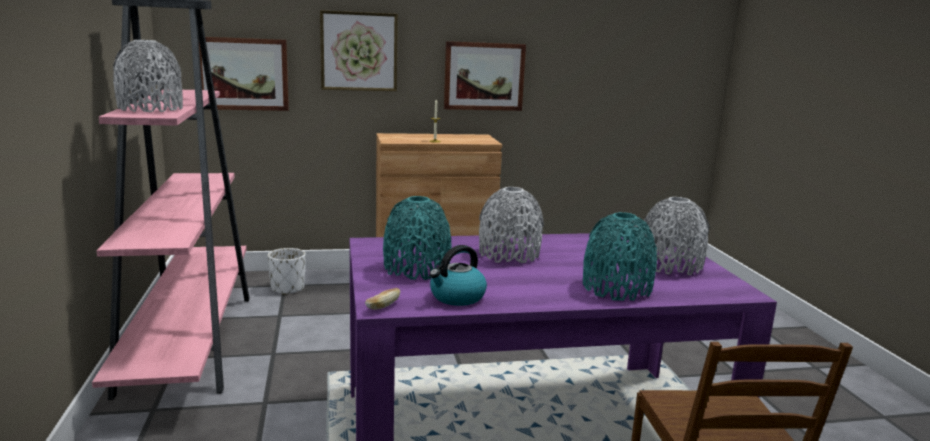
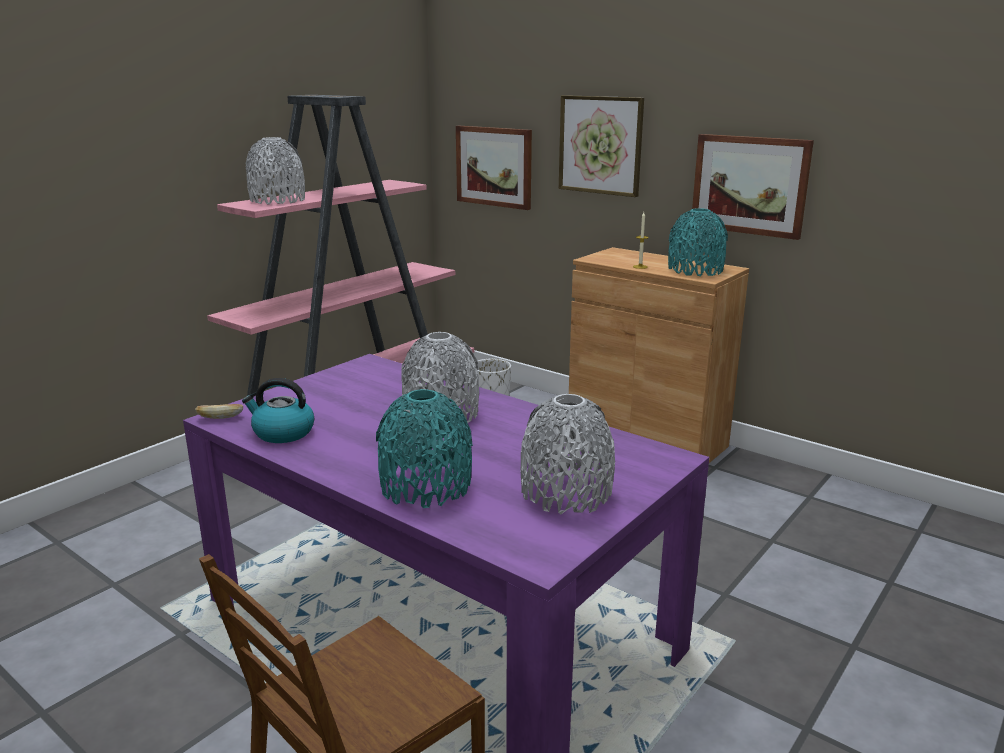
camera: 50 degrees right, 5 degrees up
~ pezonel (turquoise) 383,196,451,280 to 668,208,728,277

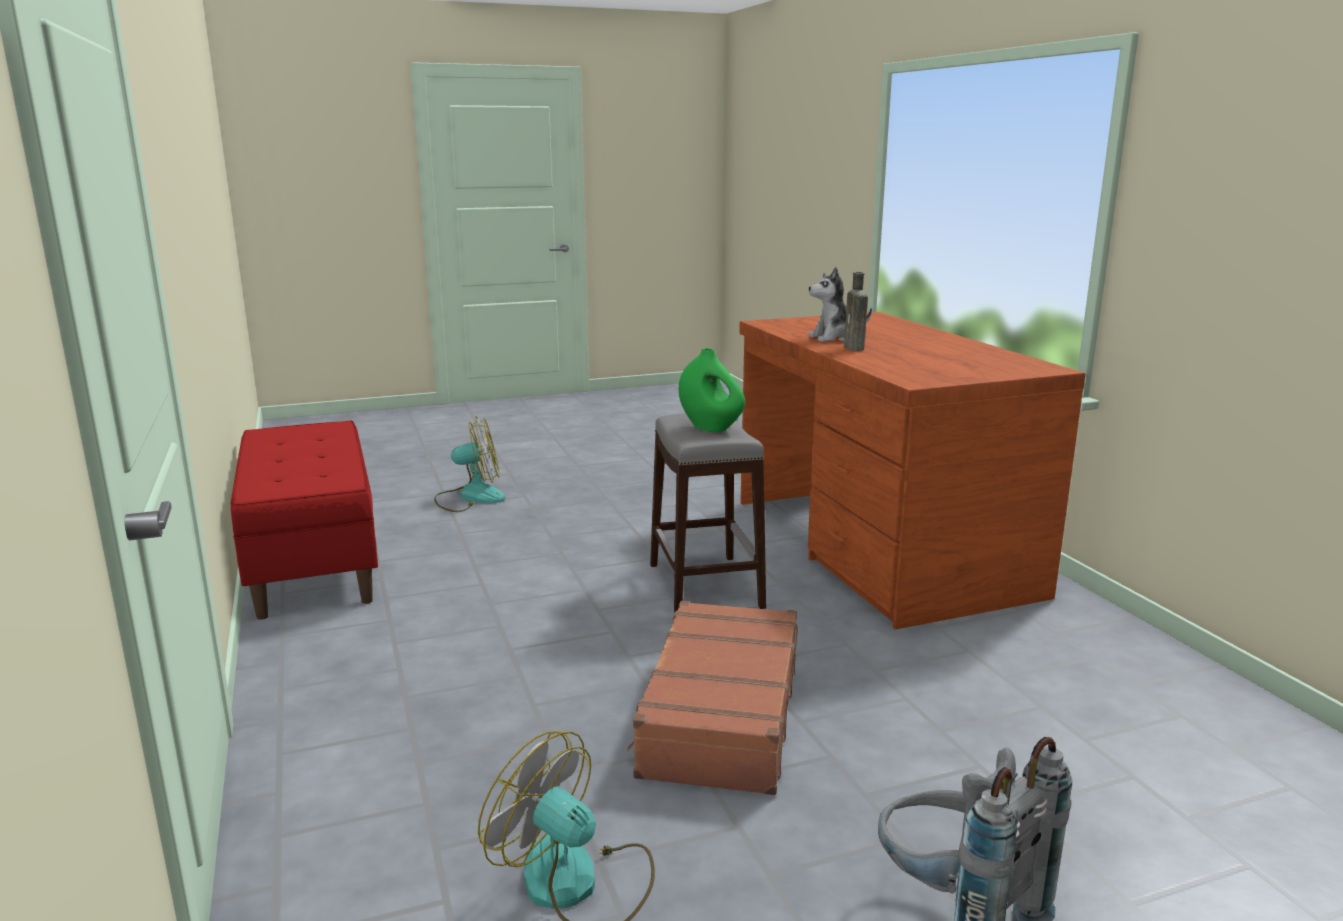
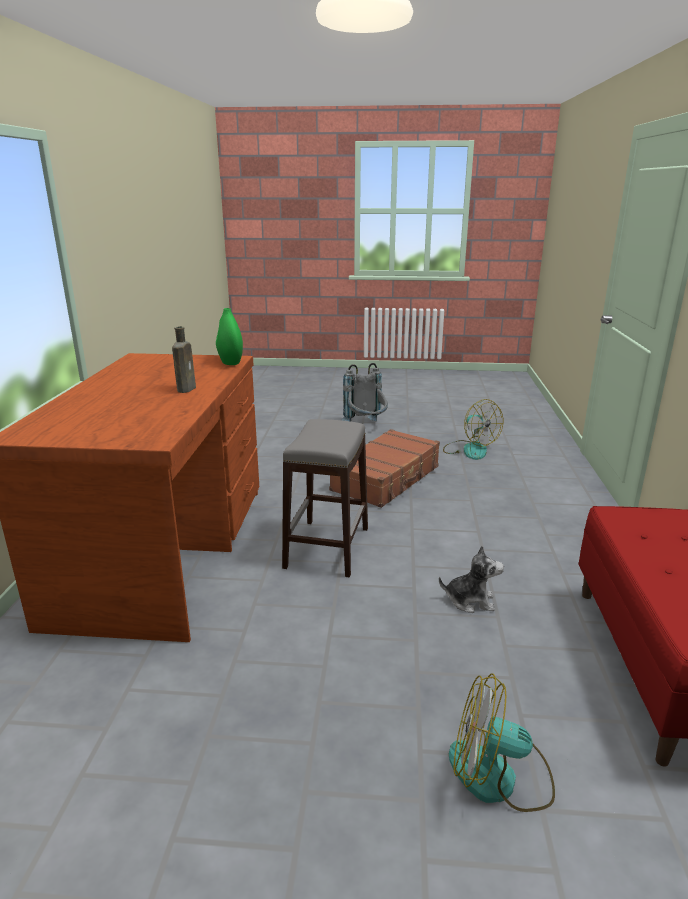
camera: 155 degrees left, 5 degrees up
~ pezonel (green) 679,348,745,432 to 216,308,243,365
~ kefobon 808,267,872,342 to 439,545,504,613

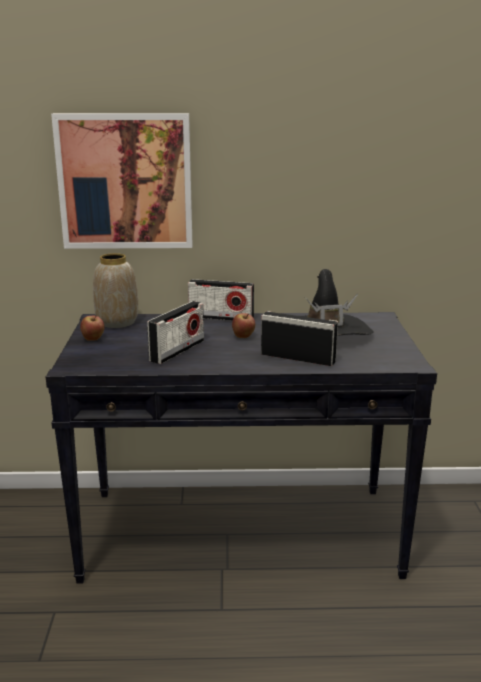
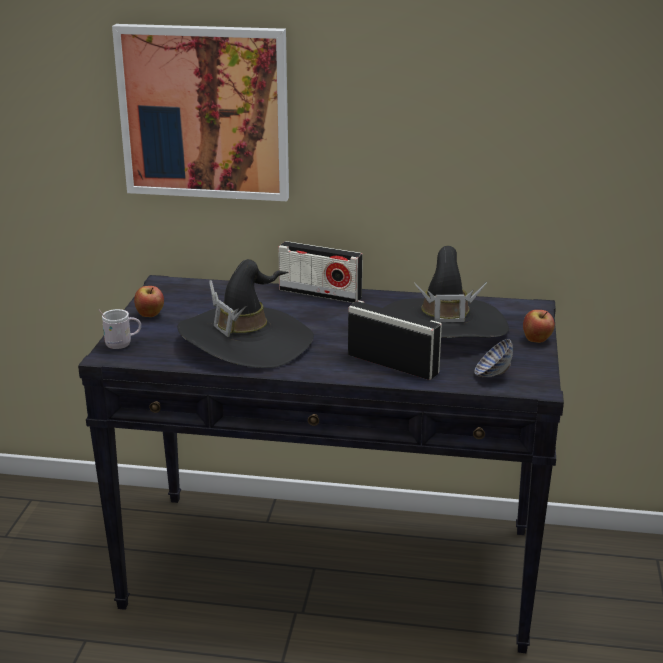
camera: 10 degrees right, 5 degrees up
- pezonel 93,253,138,328
~ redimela 147,301,204,364 to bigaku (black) 177,259,314,368
~ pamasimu 232,313,255,338 to 523,310,555,343
+ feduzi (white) 98,309,141,349
+ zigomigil 474,339,513,377

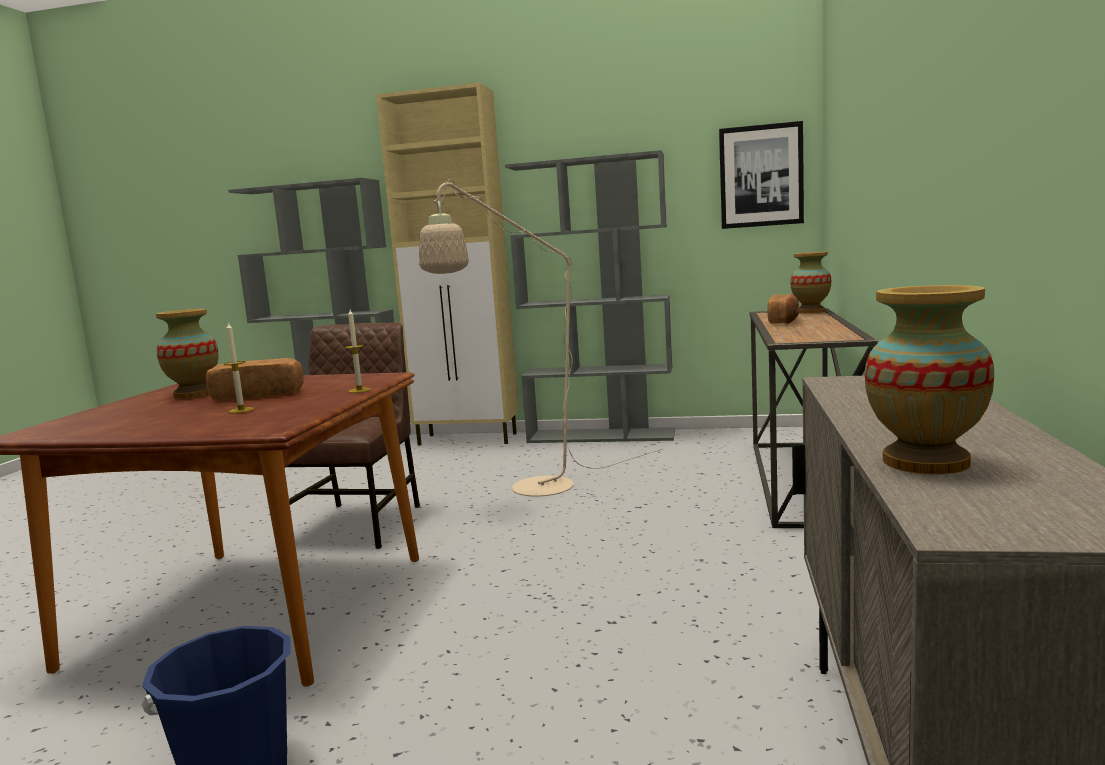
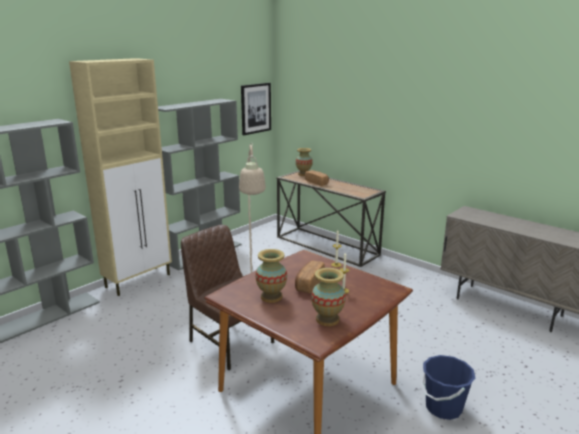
camera: 60 degrees left, 10 degrees up
~ pezonel 865,285,994,474 to 311,268,346,326

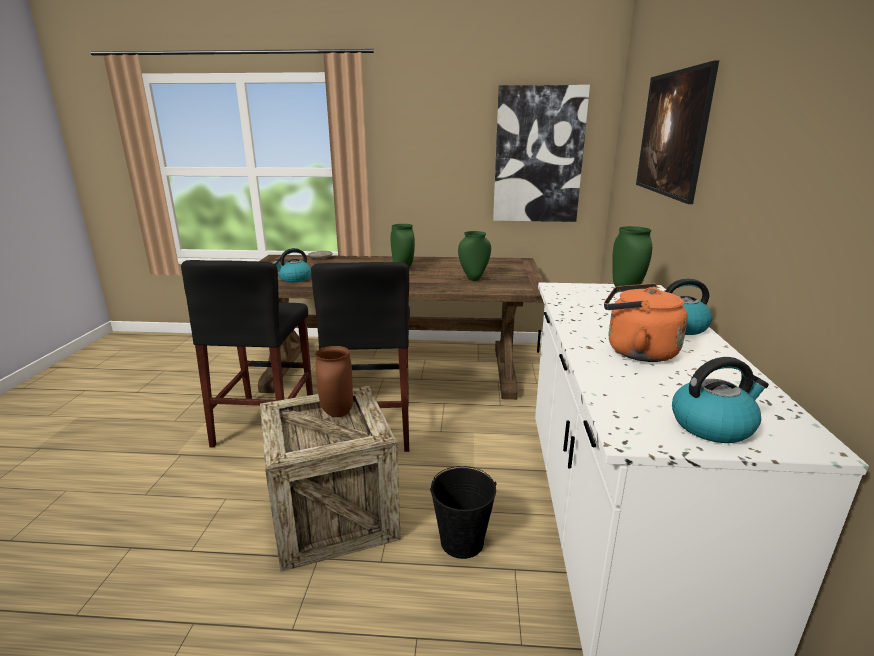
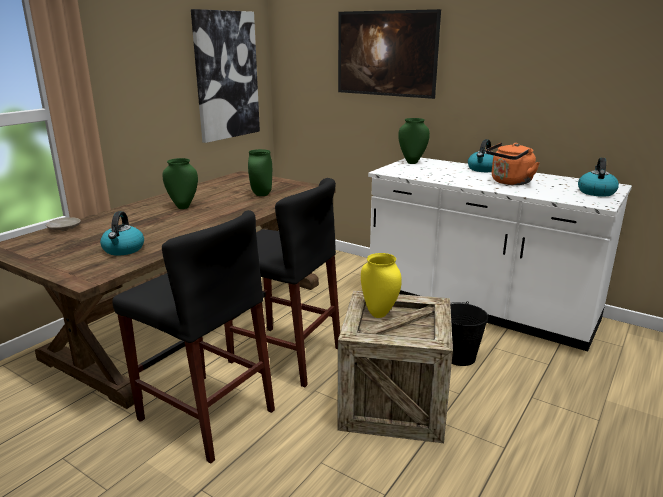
camera: 60 degrees left, 0 degrees up
~ pezonel (brown) 315,346,353,417 to pezonel (yellow) 361,253,402,318

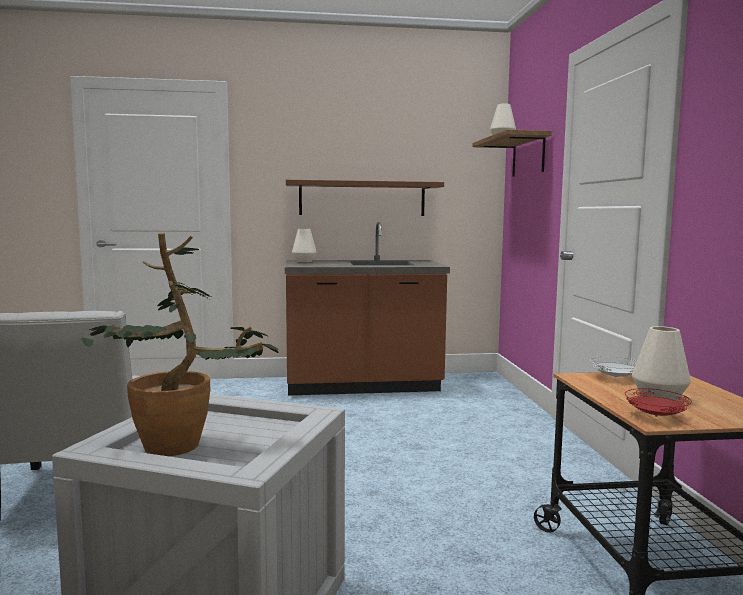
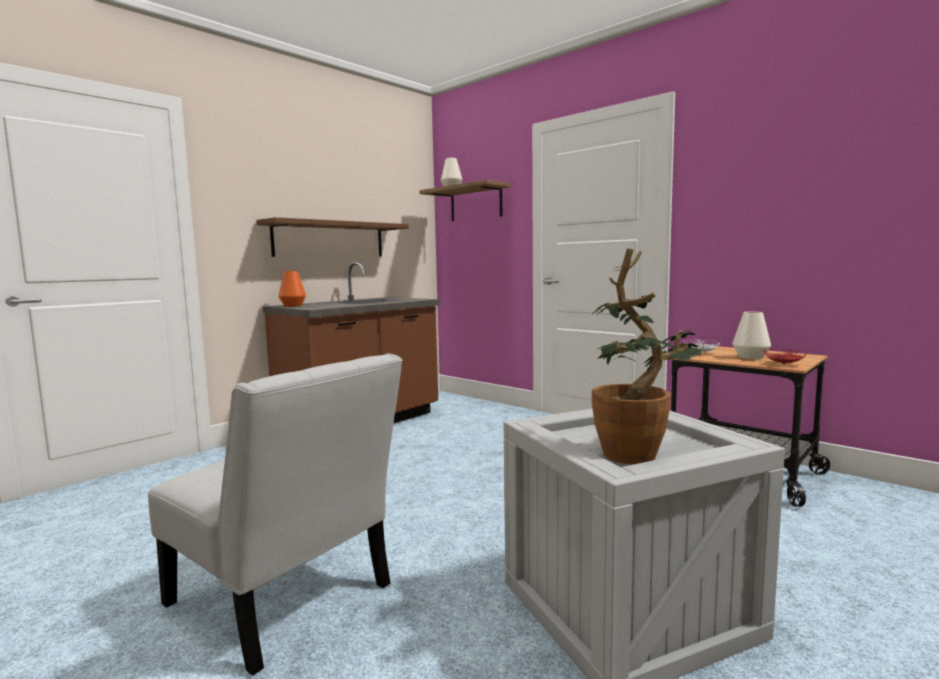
camera: 40 degrees left, 0 degrees up
~ pezonel (white) 292,229,317,262 to pezonel (orange) 278,271,306,306

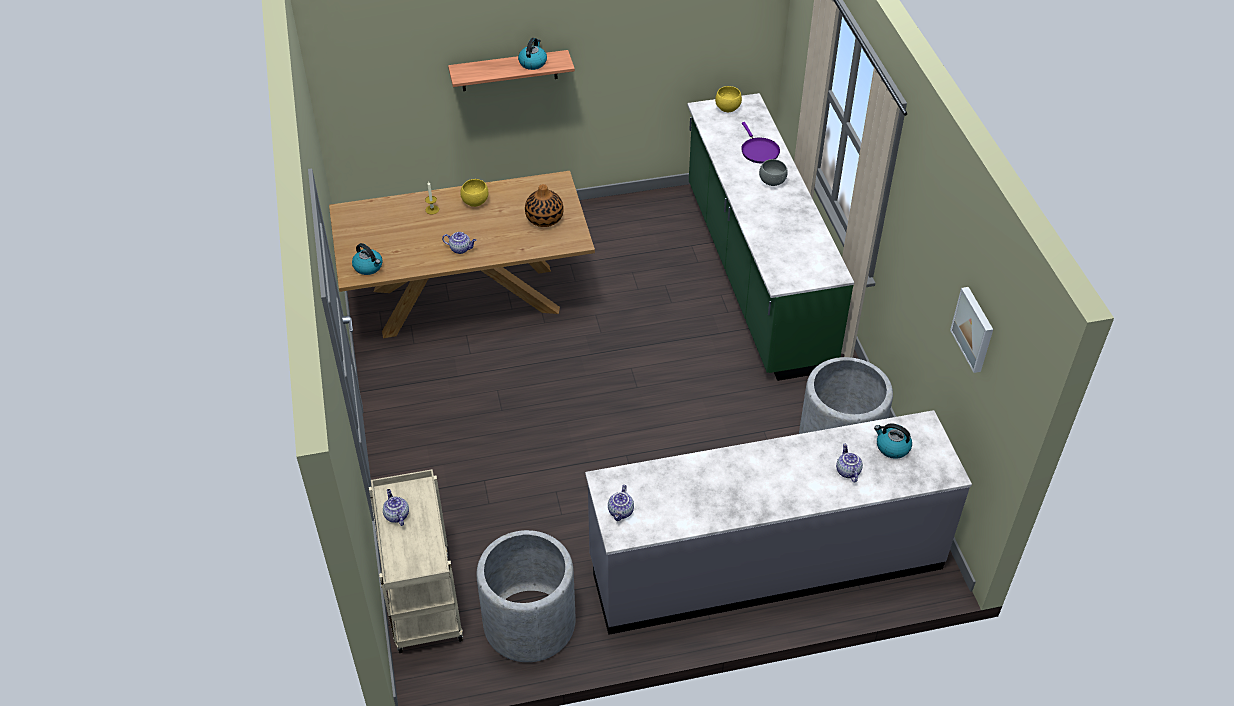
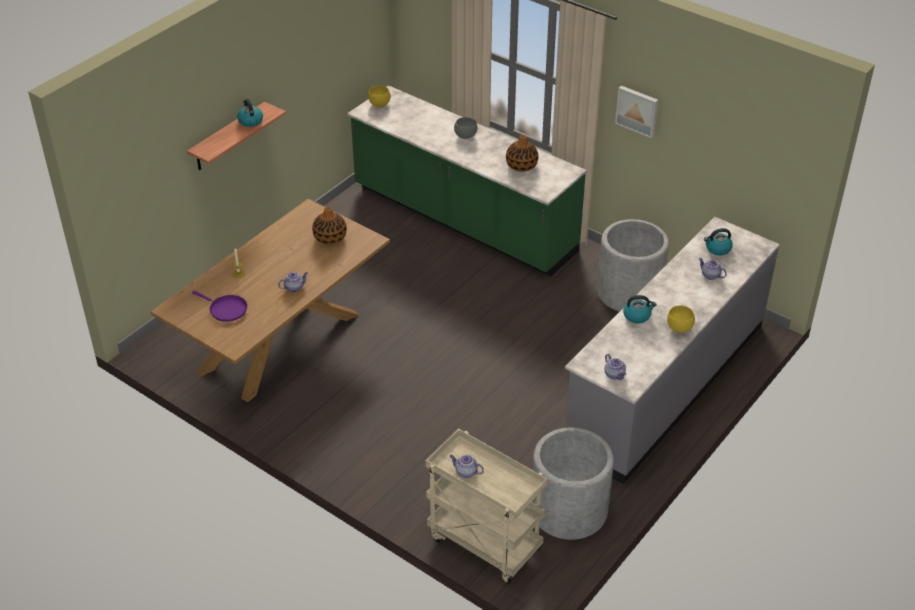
camera: 40 degrees left, 5 degrees down
~ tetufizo 352,243,383,275 to 623,295,657,323
~ zigomigil (yellow) 460,179,488,207 to 667,305,695,333
~ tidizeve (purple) 741,122,780,164 to 192,291,247,322
~ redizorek 950,287,993,373 to 615,86,658,138
+ pezonel 506,135,538,172

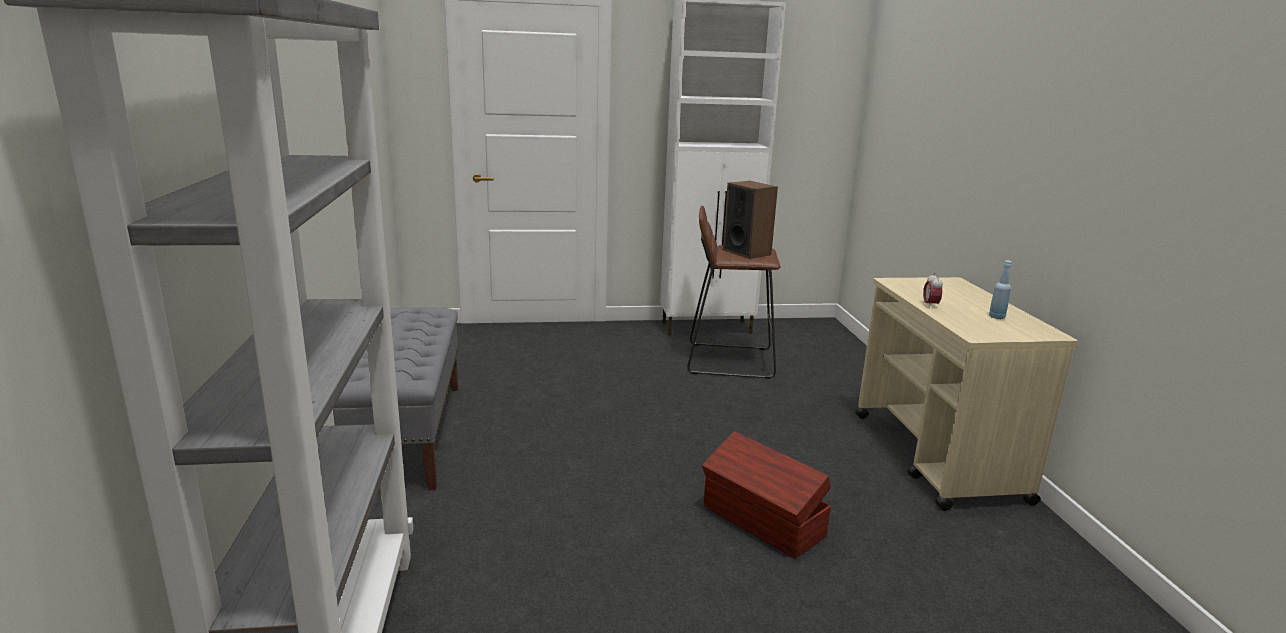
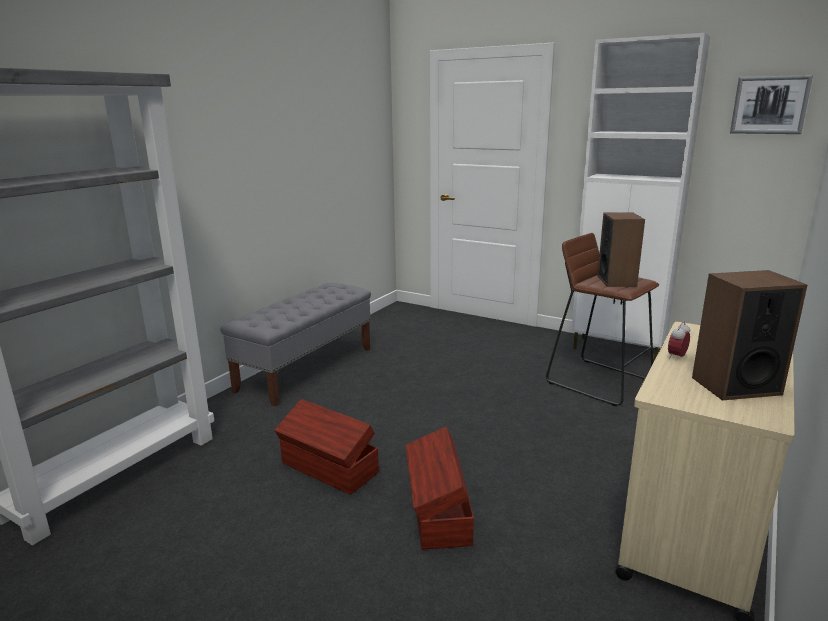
camera: 40 degrees right, 0 degrees up
~ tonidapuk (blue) 989,260,1012,319 to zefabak 692,270,807,400
+ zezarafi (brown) 274,399,379,495
+ redizorek 730,75,813,134

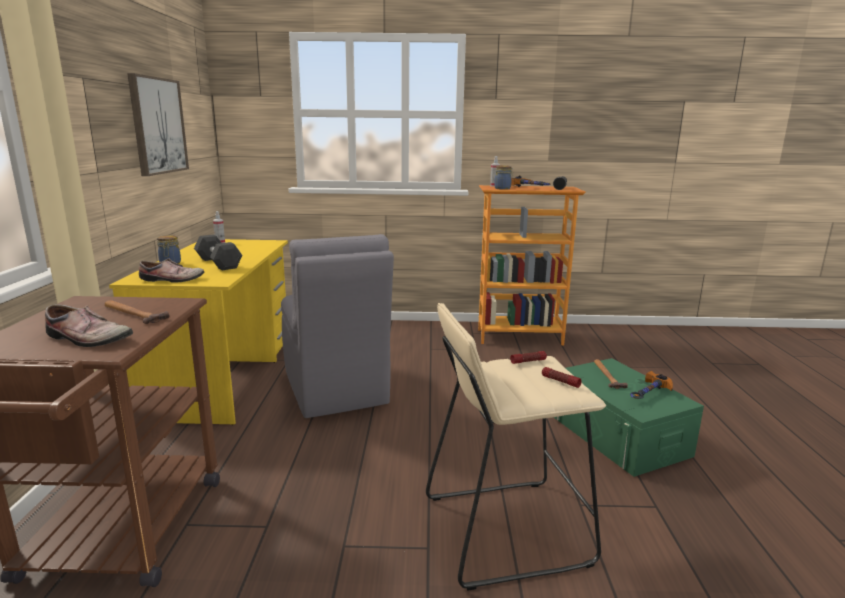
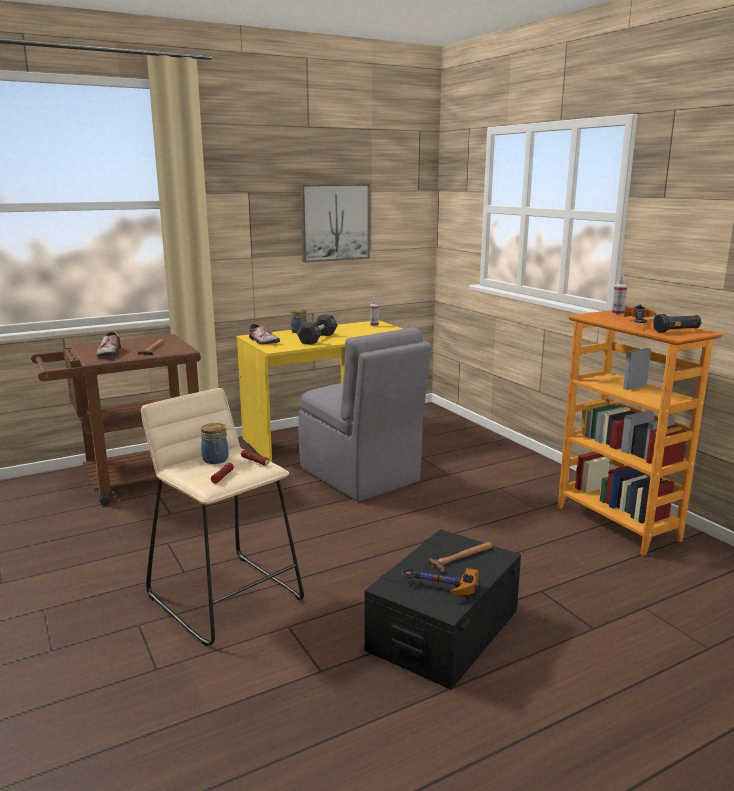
camera: 60 degrees right, 0 degrees up
~ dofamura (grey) 281,234,394,418 = 298,327,432,501 75 degrees counterclockwise
~ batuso 494,165,514,190 to 201,423,229,464
~ zezarafi (green) 554,358,704,477 to zezarafi (black) 365,529,521,690

